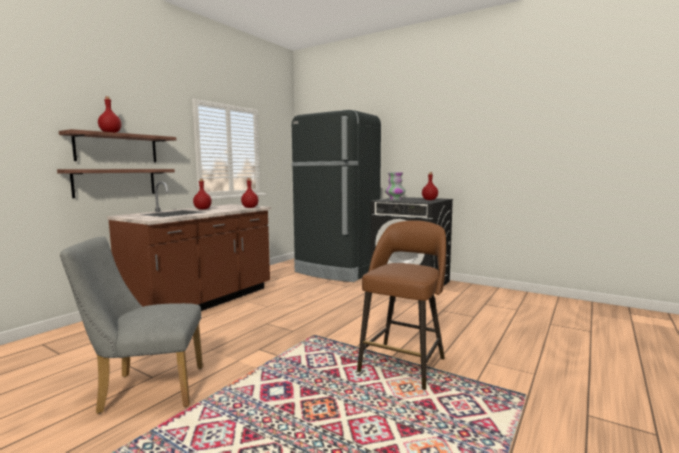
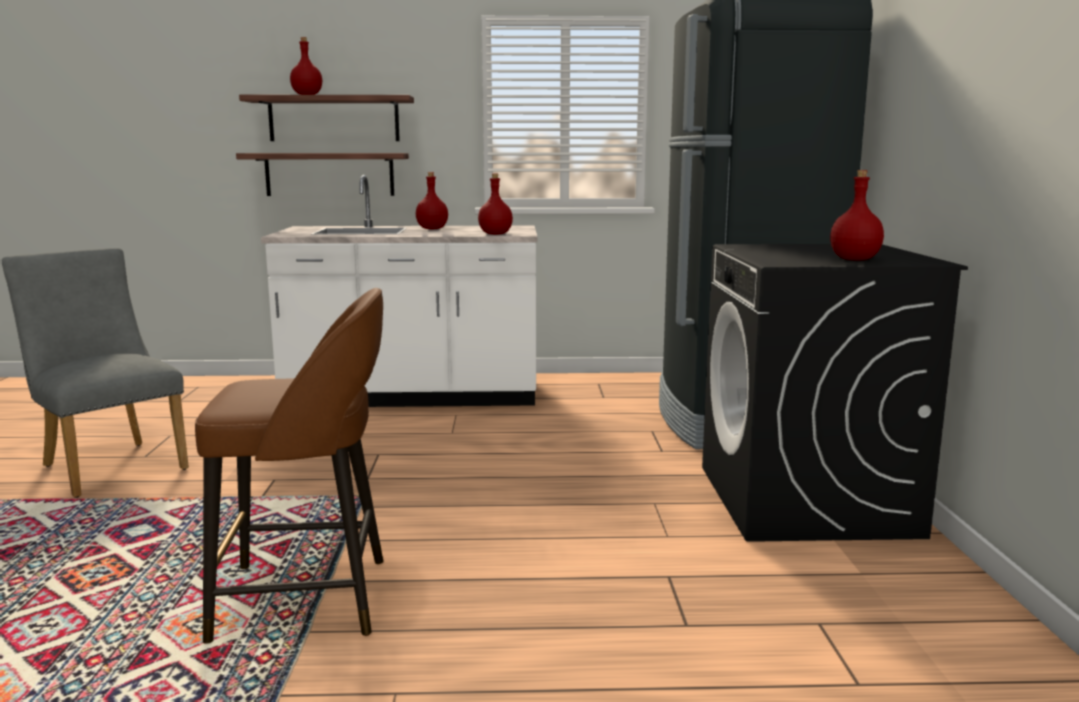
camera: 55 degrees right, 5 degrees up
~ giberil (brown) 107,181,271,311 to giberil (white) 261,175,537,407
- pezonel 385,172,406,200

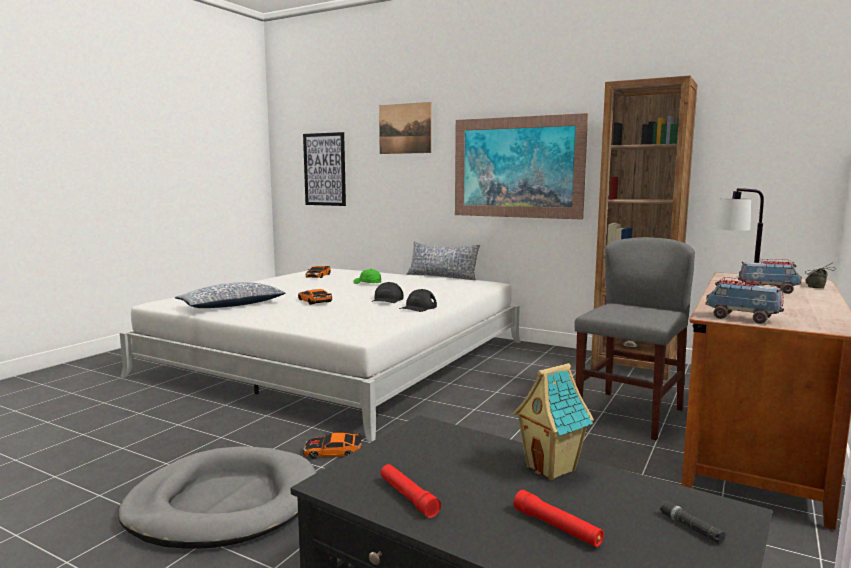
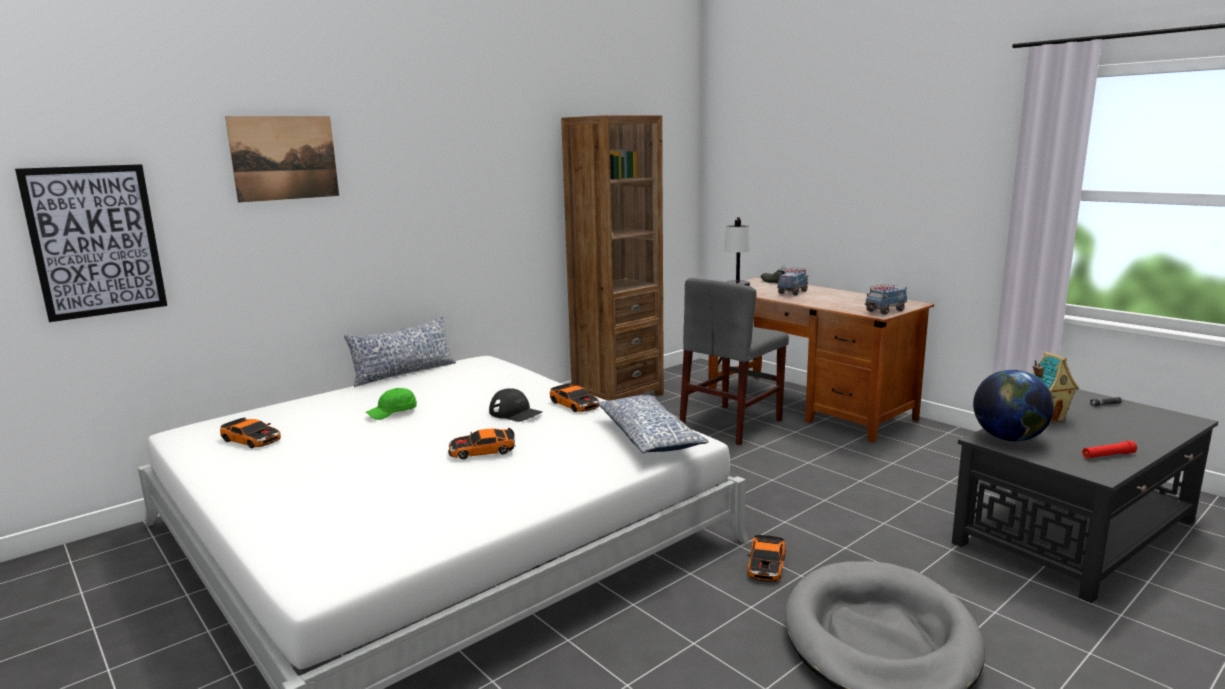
camera: 70 degrees left, 5 degrees up
~ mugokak 175,282,285,308 to 597,395,709,454
~ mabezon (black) 399,289,437,312 to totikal 550,384,599,412
- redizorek 455,113,588,220
- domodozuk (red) 514,490,604,547
~ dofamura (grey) 574,237,695,440 = 680,278,789,445 105 degrees counterclockwise
+ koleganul 973,370,1054,441

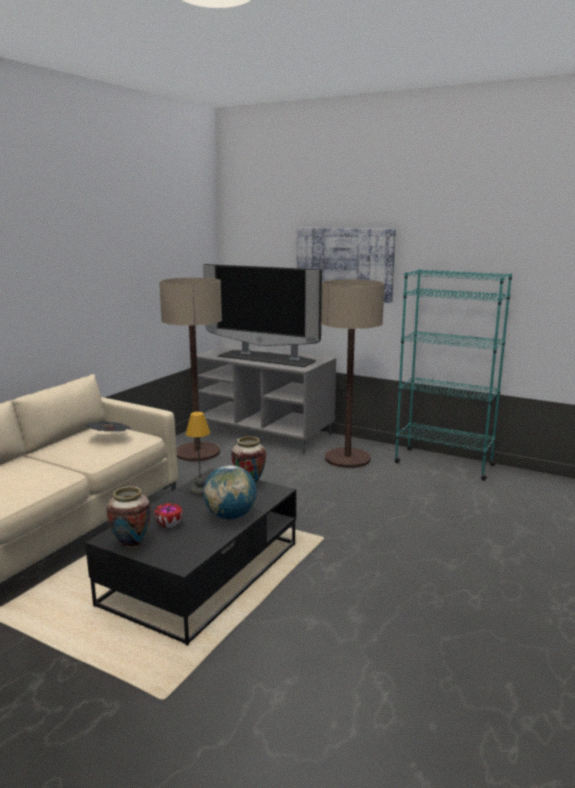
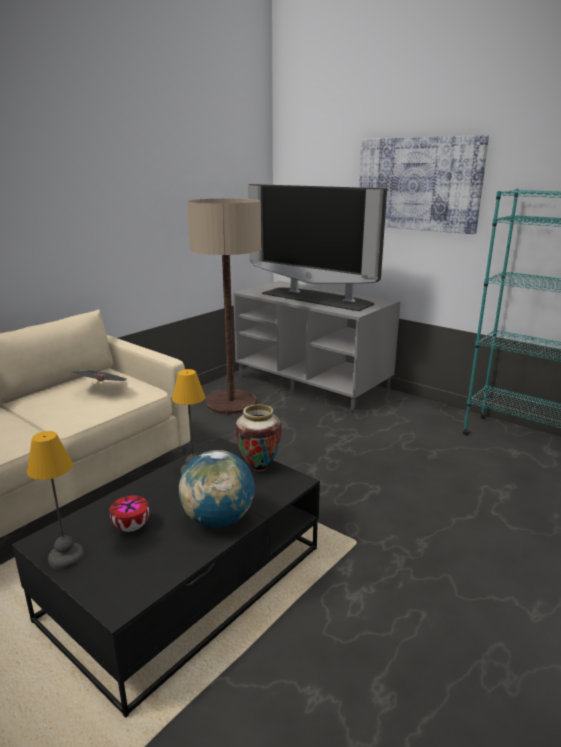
camera: 10 degrees right, 5 degrees up
~ pezonel 106,486,151,549 to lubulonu 27,431,84,569
- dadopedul 321,279,384,468

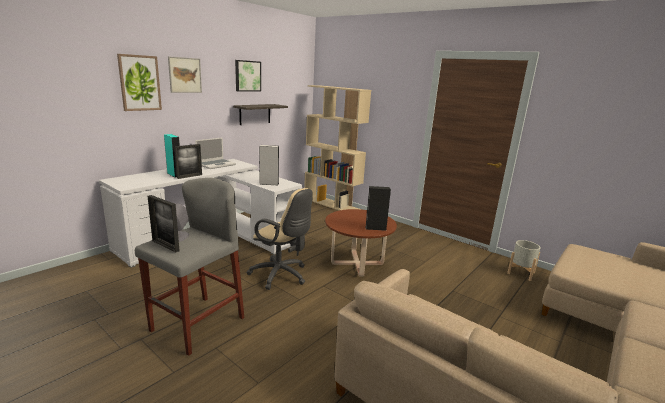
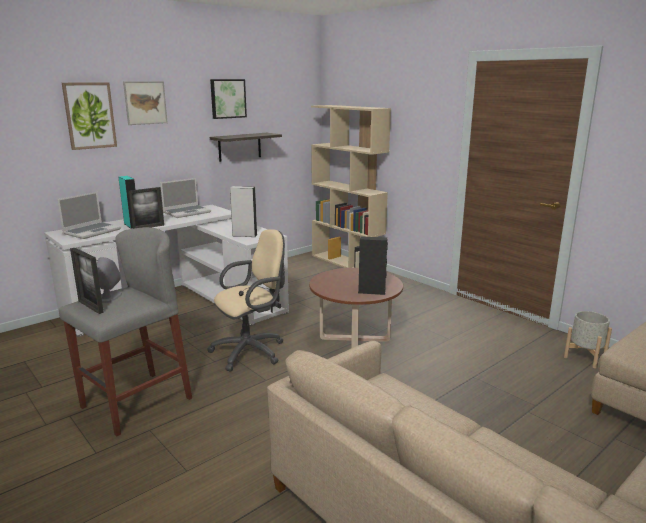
camera: 10 degrees right, 0 degrees up
~ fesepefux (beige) 247,188,313,290 = 207,229,285,372 75 degrees counterclockwise
+ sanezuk 57,192,121,239

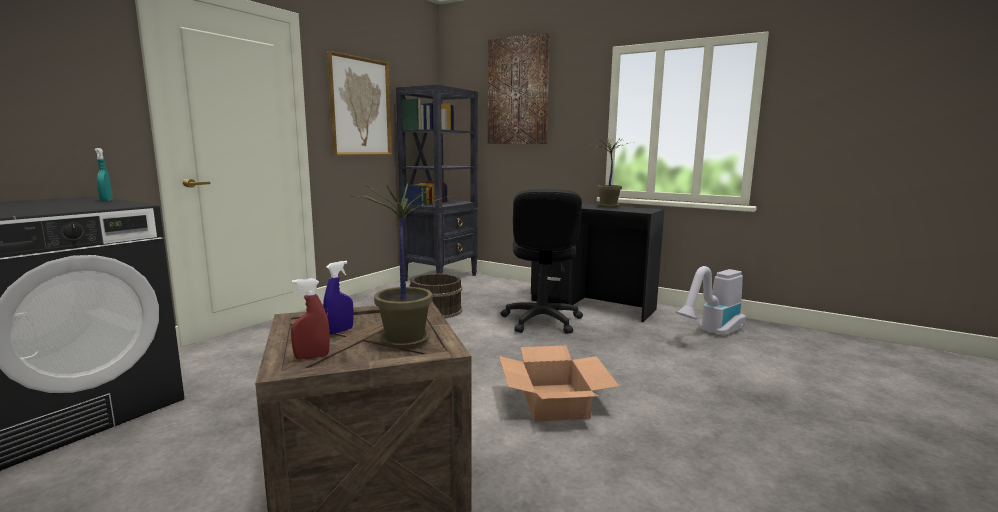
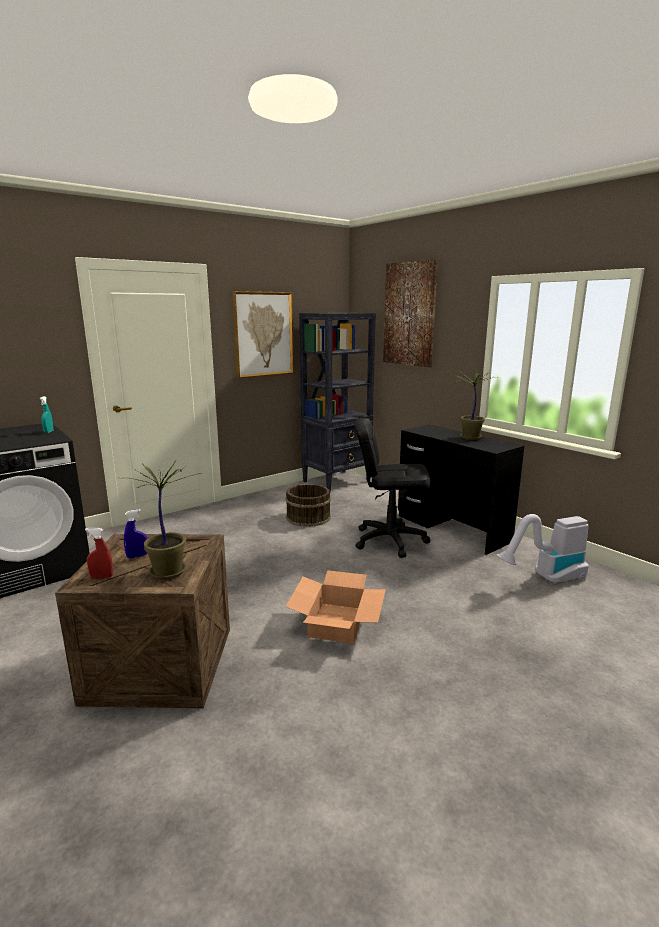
camera: 20 degrees right, 5 degrees up
~ fesepefux (black) 500,189,583,334 = 355,418,431,558 75 degrees clockwise

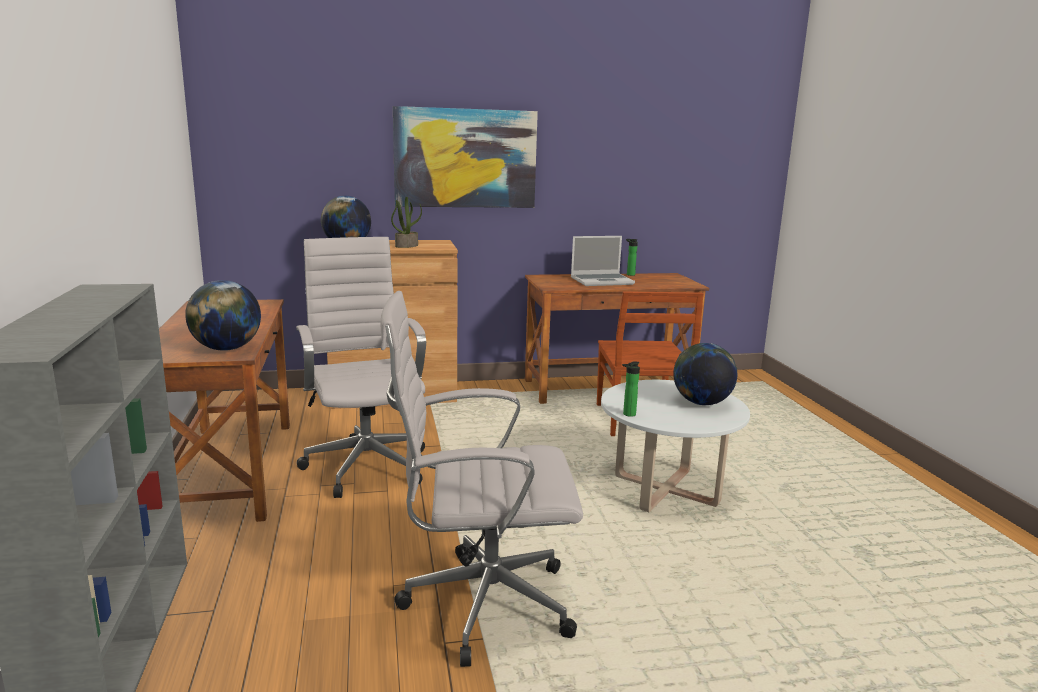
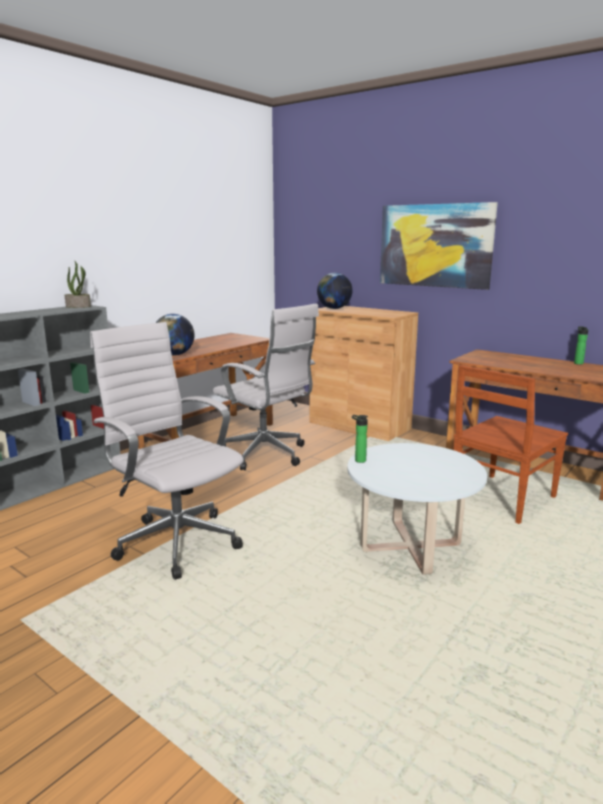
camera: 50 degrees right, 0 degrees up
~ fesepefux (white) 296,237,426,498 = 213,304,319,470 105 degrees clockwise
~ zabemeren 391,197,422,248 to 65,261,91,308
- sanezuk 571,236,635,286
- koleganul 673,343,737,405

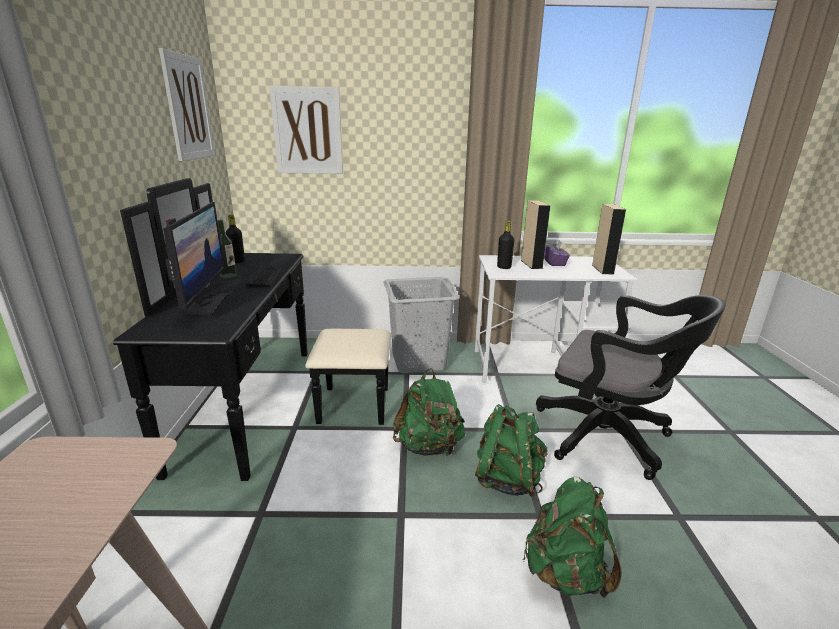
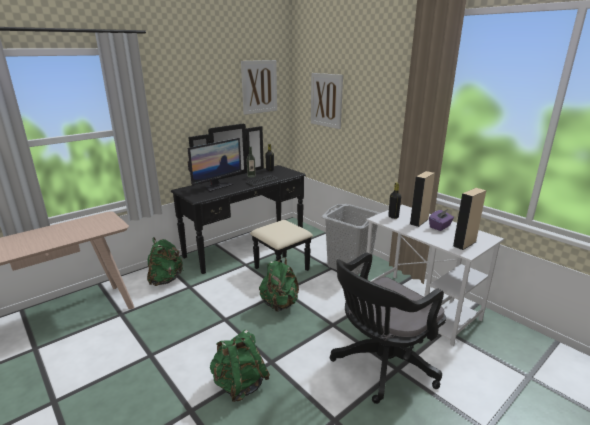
camera: 50 degrees right, 0 degrees up
~ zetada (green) 475,404,548,497 to 147,237,184,286
~ fesepefux (black) 536,295,726,480 = 330,252,446,404 60 degrees clockwise

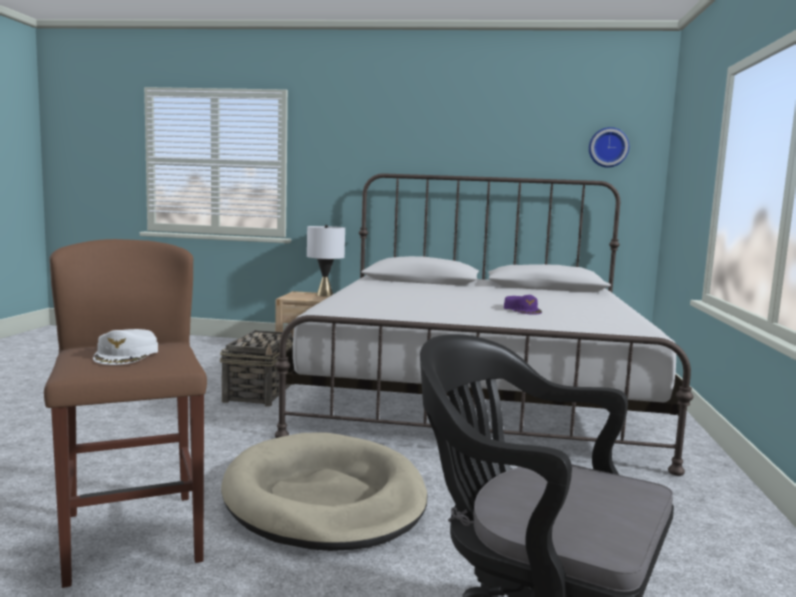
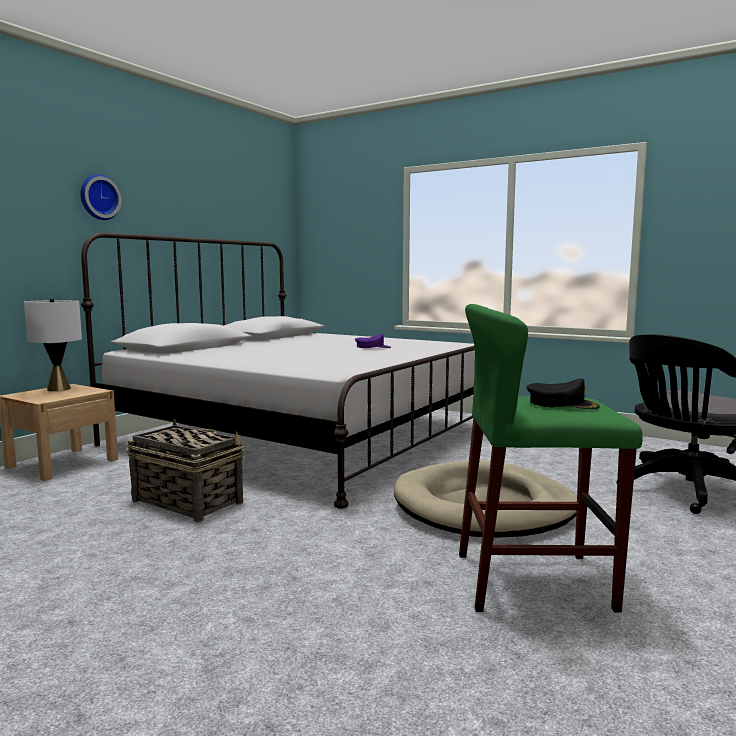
camera: 65 degrees left, 0 degrees up
~ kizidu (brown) 44,239,207,588 to kizidu (green) 459,304,643,612
~ mabezon (white) 93,329,158,365 to mabezon (black) 527,378,600,409
~ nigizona 589,127,629,168 to 80,174,122,220

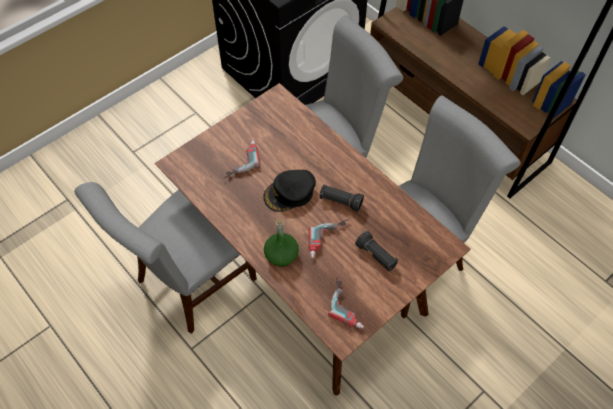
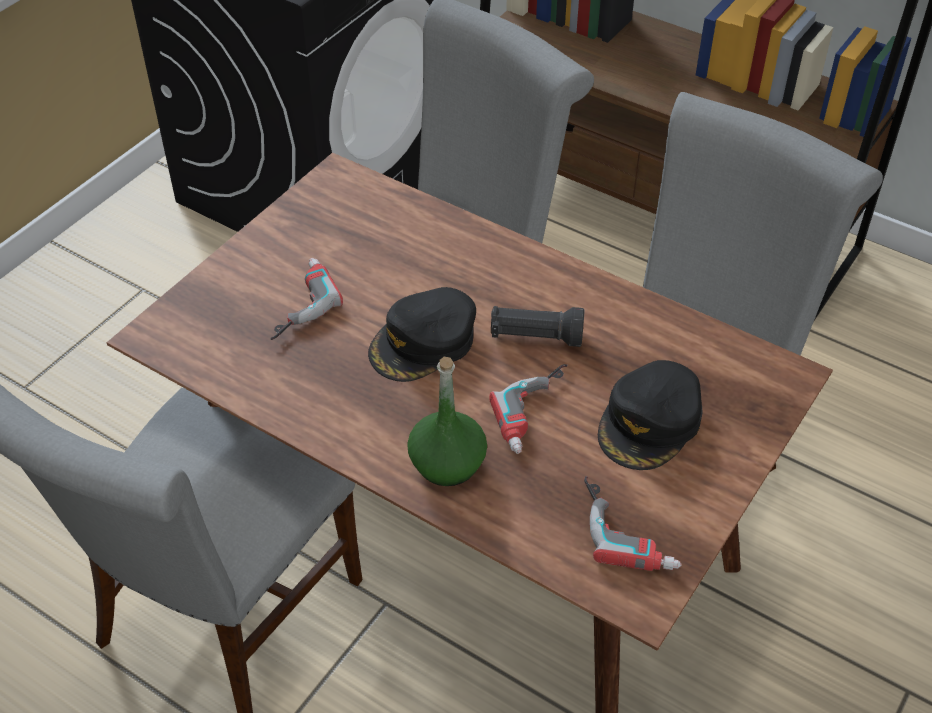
camera: 15 degrees left, 10 degrees down
~ domodozuk (black) 355,231,398,271 to mabezon (black) 598,360,703,470

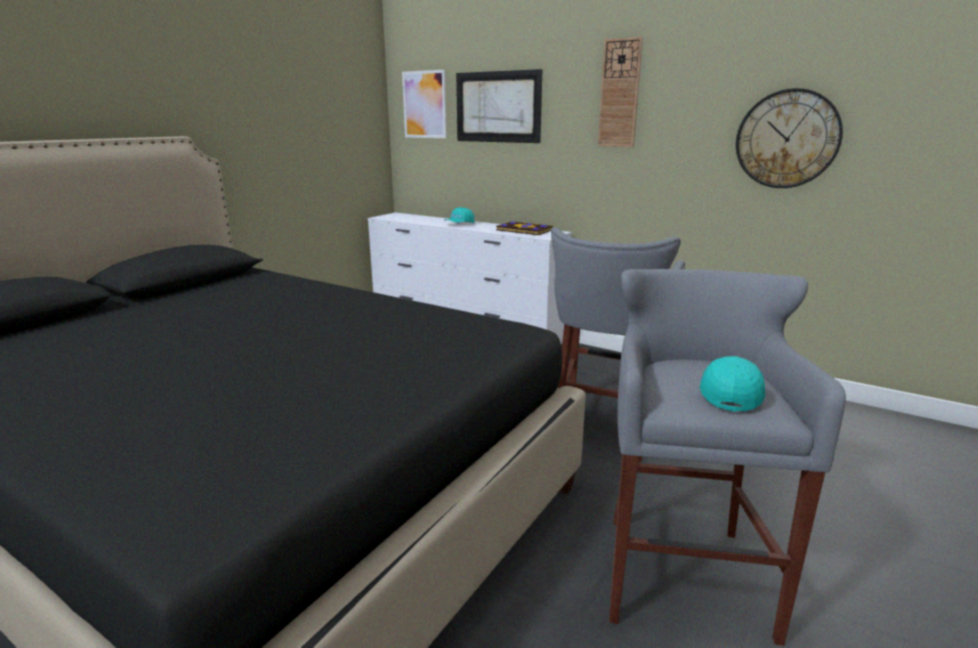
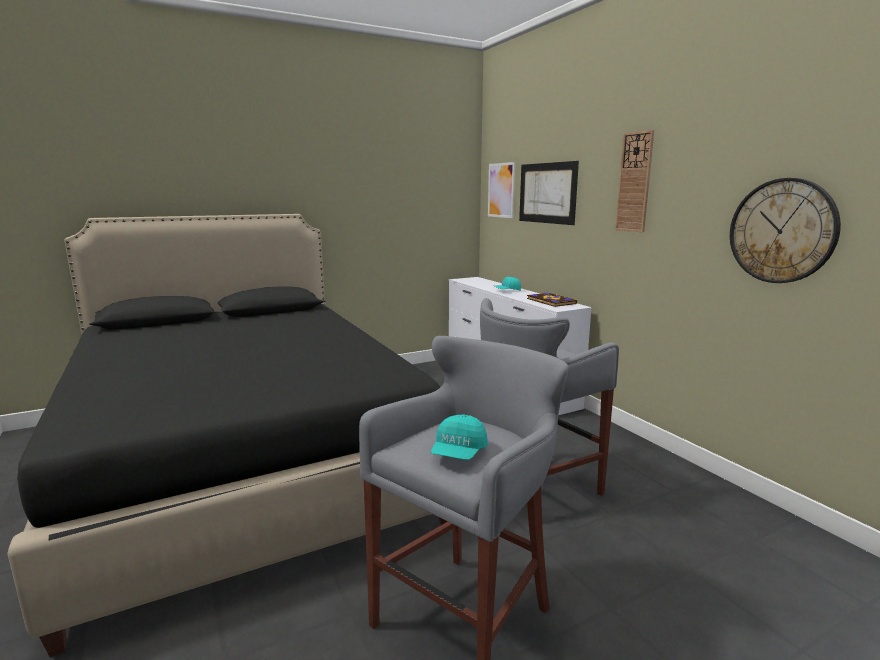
camera: 30 degrees right, 5 degrees down
~ mabezon (turquoise) 700,356,765,412 = 431,414,488,460 150 degrees clockwise

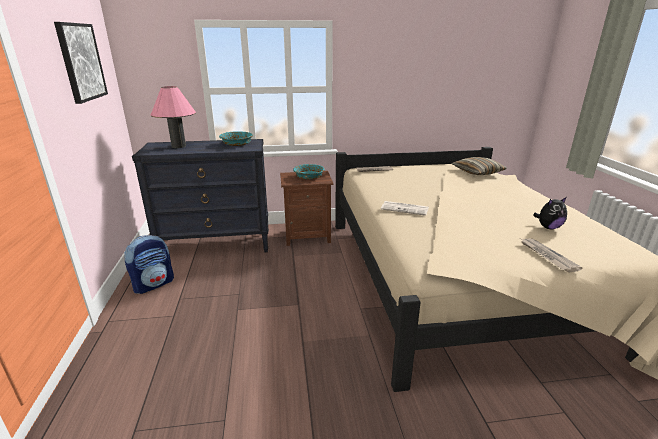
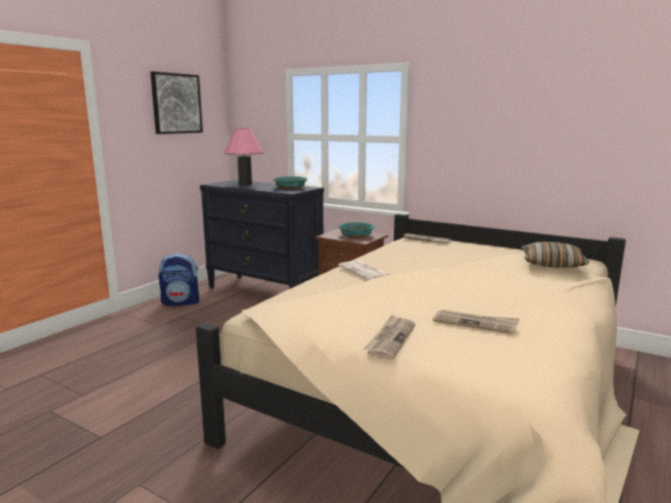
camera: 40 degrees right, 10 degrees down
~ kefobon 533,197,567,229 to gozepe 433,310,519,334

